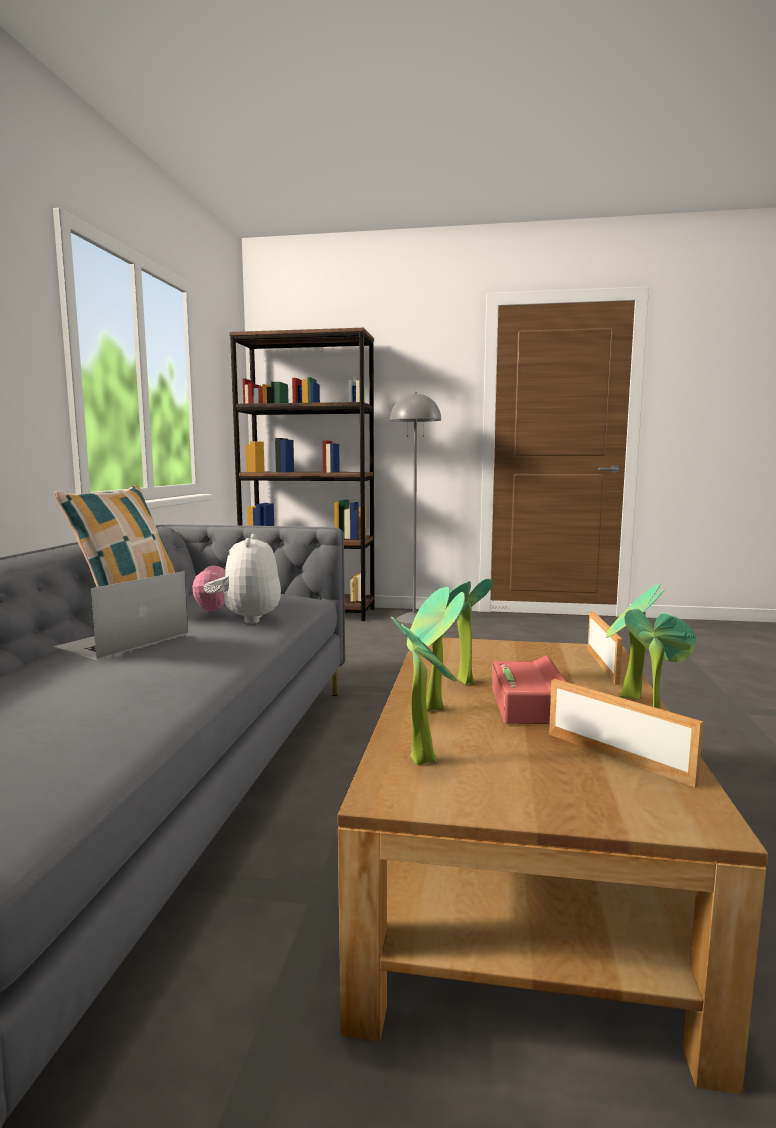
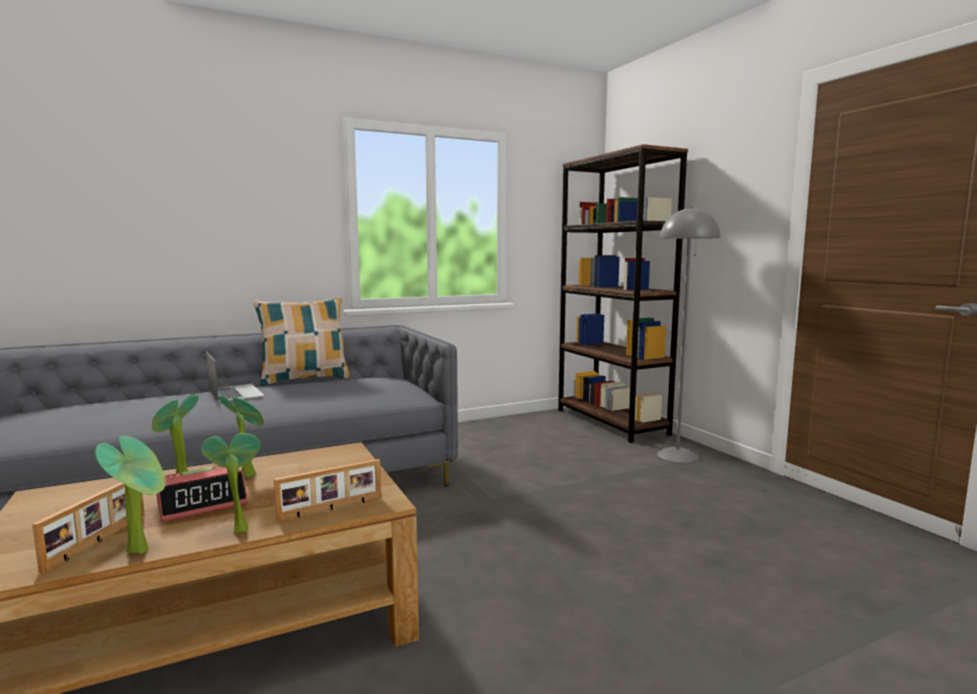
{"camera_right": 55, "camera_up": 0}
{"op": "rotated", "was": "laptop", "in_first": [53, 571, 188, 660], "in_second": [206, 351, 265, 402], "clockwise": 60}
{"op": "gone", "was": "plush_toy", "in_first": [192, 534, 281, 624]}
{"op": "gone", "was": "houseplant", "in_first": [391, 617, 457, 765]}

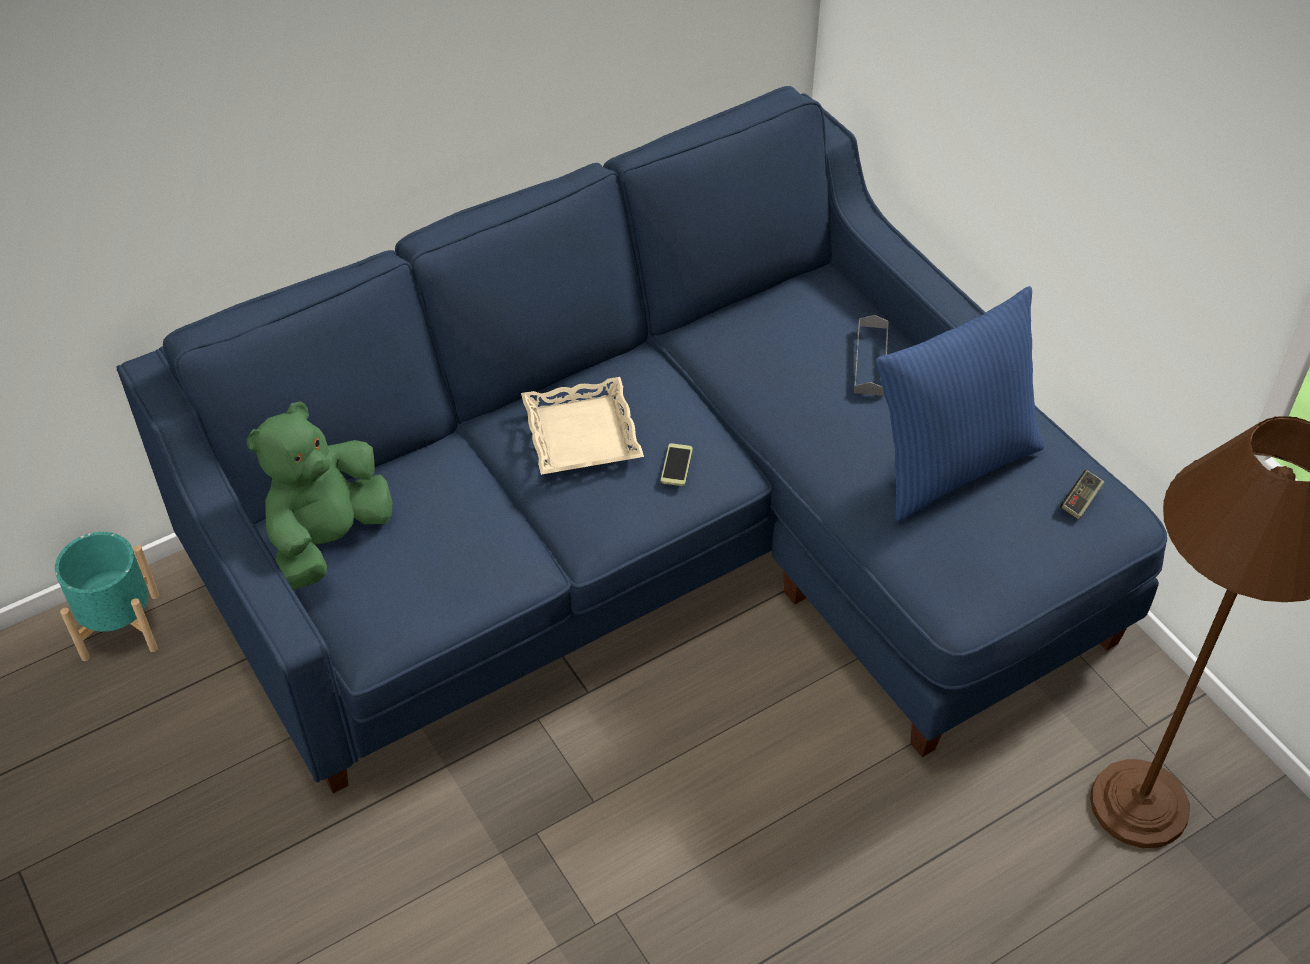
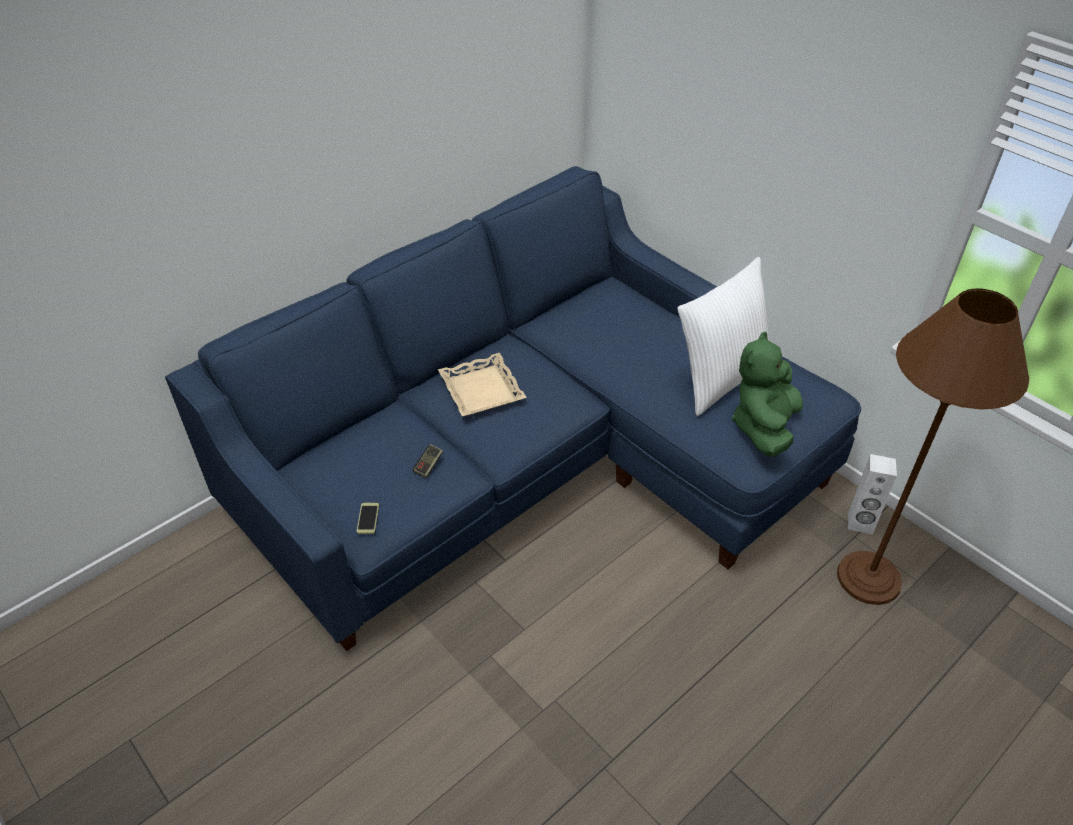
{"camera_right": -10, "camera_up": -5}
{"op": "shifted", "was": "handset", "in_first": [661, 443, 693, 486], "in_second": [357, 503, 379, 534]}
{"op": "shifted", "was": "joypad", "in_first": [1060, 470, 1104, 519], "in_second": [413, 444, 443, 478]}
{"op": "repainted", "was": "blue-coloured_throw_pillow", "now": "whitish_throw_pillow", "in_first": [876, 286, 1044, 522], "in_second": [677, 257, 769, 416]}
{"op": "shifted", "was": "green_plush_toy", "in_first": [246, 402, 392, 590], "in_second": [732, 331, 803, 457]}
{"op": "new", "now": "whitish_audio_speaker", "in_second": [848, 454, 897, 534]}
{"op": "gone", "was": "turquoise-coloured_planter", "in_first": [55, 532, 159, 661]}
{"op": "gone", "was": "grey_tray", "in_first": [854, 315, 889, 396]}

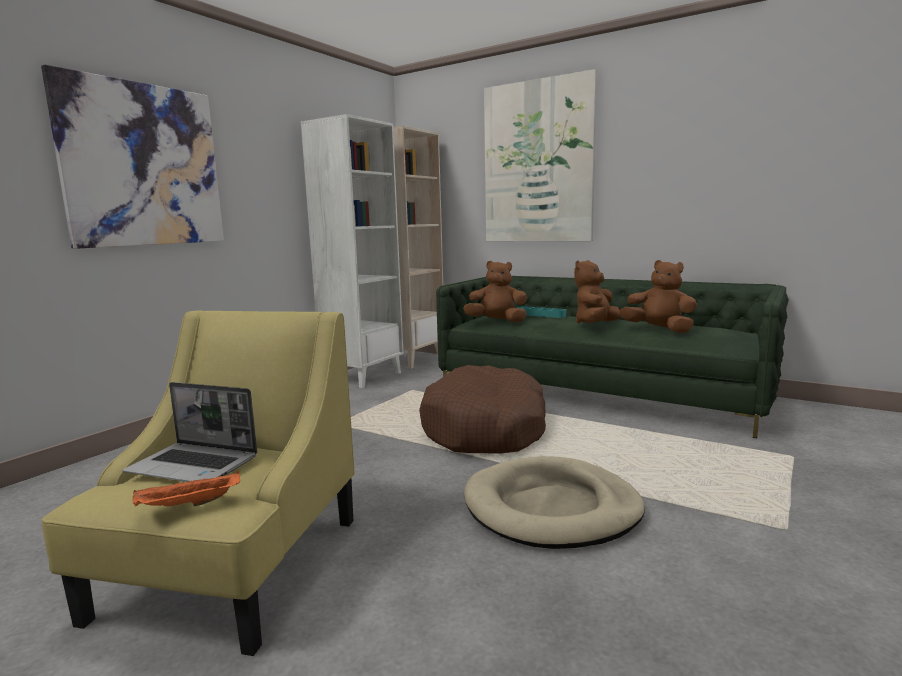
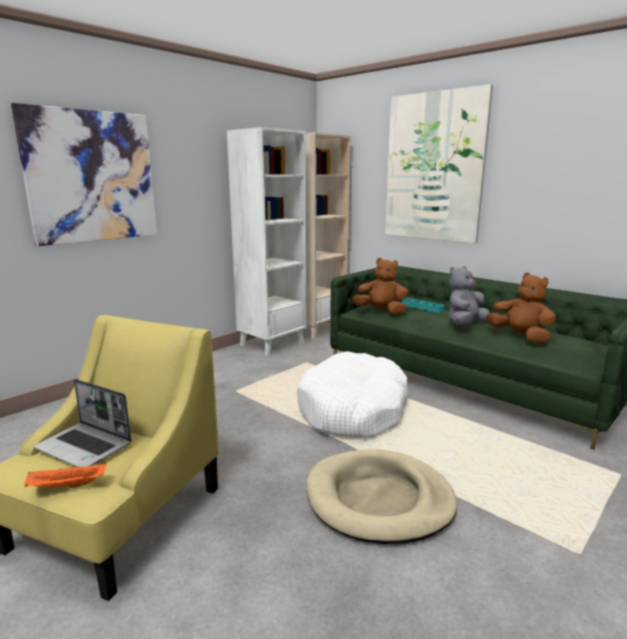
{"camera_right": 10, "camera_up": 5}
{"op": "repainted", "was": "brown_dog_bed", "now": "whitish_dog_bed", "in_first": [419, 365, 546, 453], "in_second": [297, 351, 409, 438]}
{"op": "repainted", "was": "brown_plush_toy", "now": "grey_plush_toy", "in_first": [574, 260, 621, 323], "in_second": [448, 266, 489, 325]}

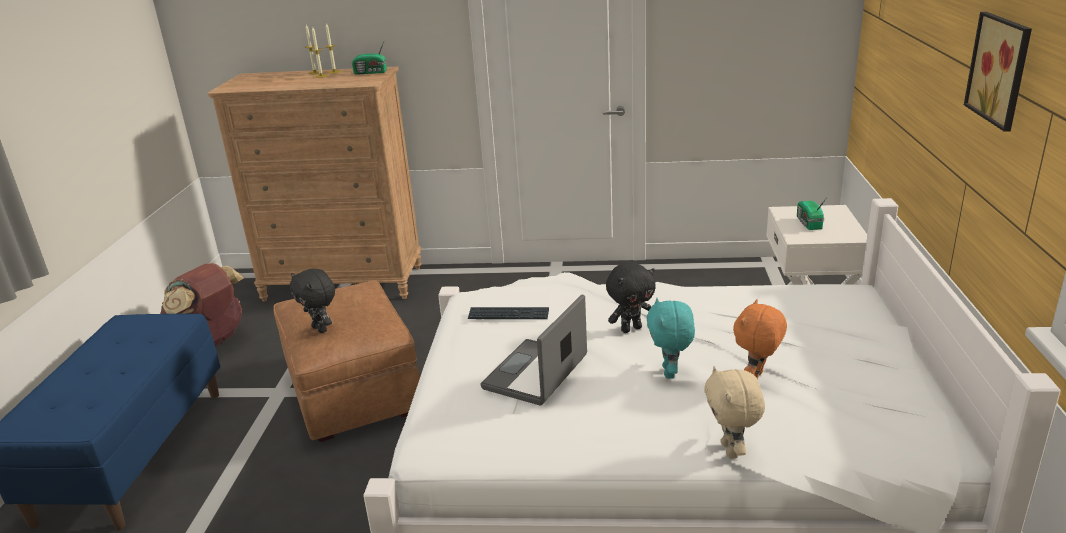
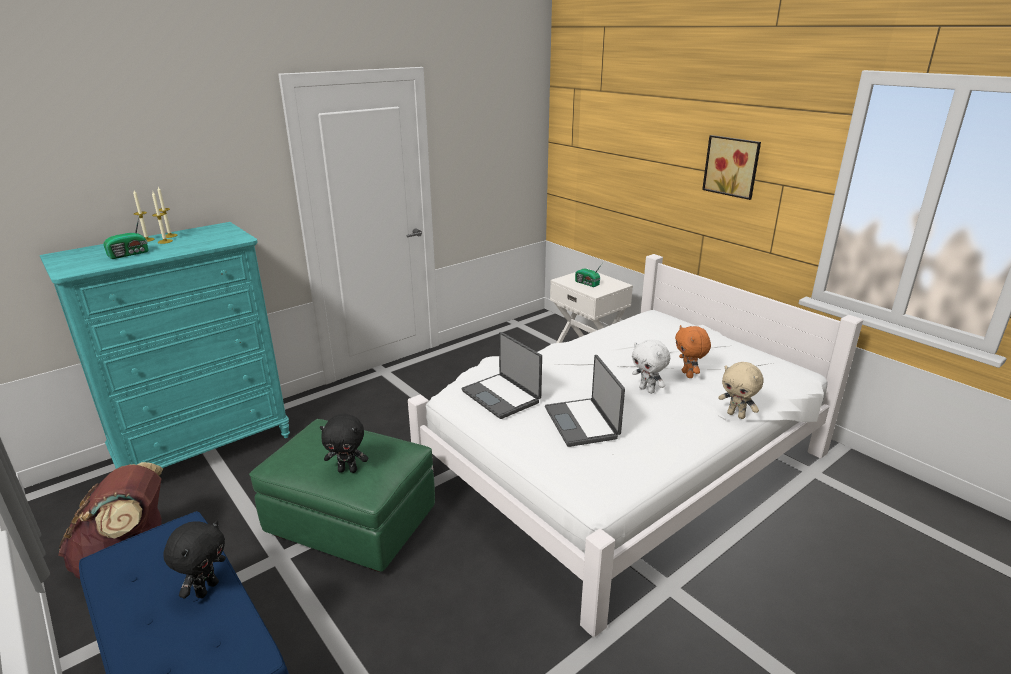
{"camera_right": -45, "camera_up": 0}
{"op": "repainted", "was": "brown_dresser", "now": "turquoise-coloured_dresser", "in_first": [208, 67, 422, 302], "in_second": [40, 222, 290, 469]}
{"op": "shifted", "was": "radio", "in_first": [352, 39, 387, 75], "in_second": [103, 217, 149, 259]}
{"op": "shifted", "was": "black_plush_toy", "in_first": [606, 262, 656, 333], "in_second": [163, 521, 226, 598]}
{"op": "repainted", "was": "brown_ottoman", "now": "green_ottoman", "in_first": [273, 280, 420, 442], "in_second": [249, 419, 435, 572]}
{"op": "swapped", "was": "keyboard", "now": "laptop", "in_first": [468, 307, 549, 319], "in_second": [462, 332, 542, 419]}
{"op": "repainted", "was": "turquoise-coloured_plush_toy", "now": "whitish_plush_toy", "in_first": [647, 298, 695, 379], "in_second": [632, 339, 670, 394]}

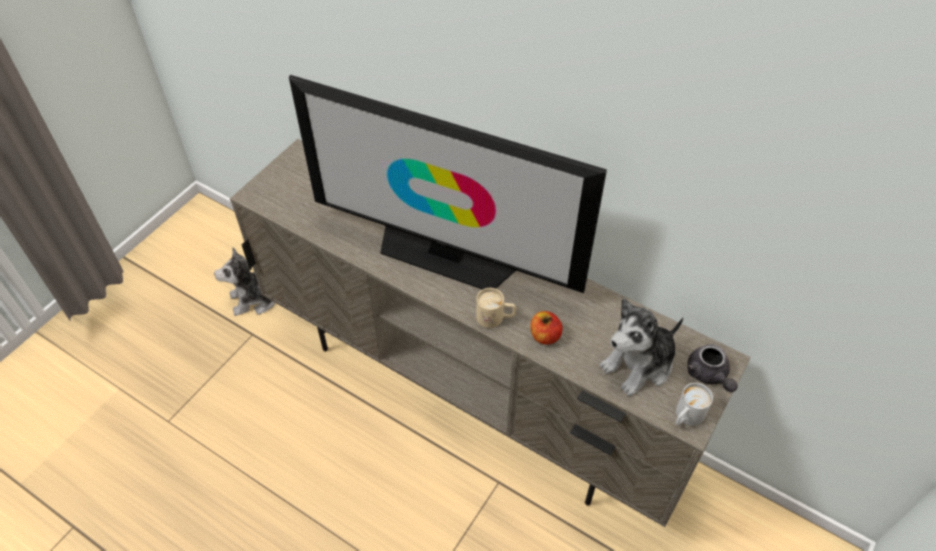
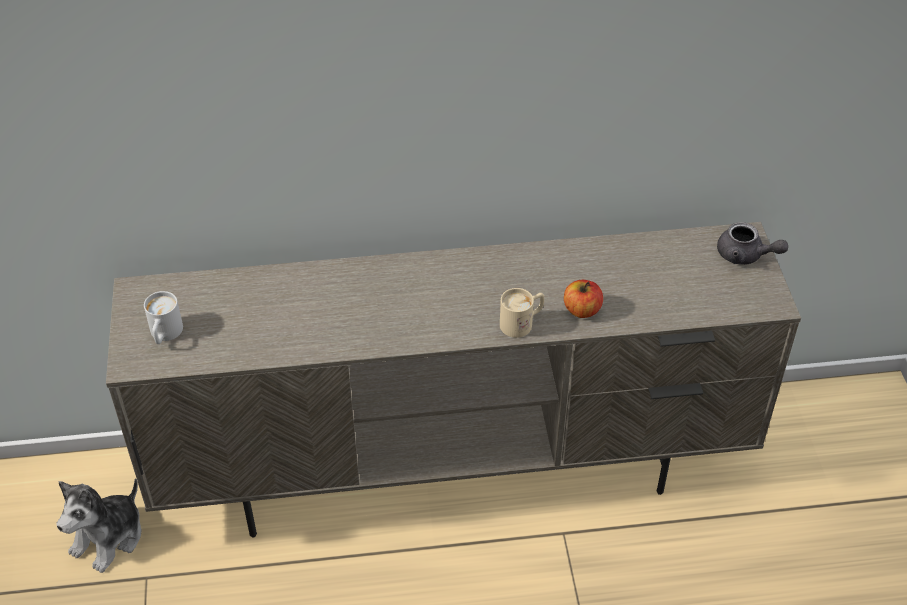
{"camera_right": -40, "camera_up": -5}
{"op": "shifted", "was": "whitish_mug", "in_first": [676, 383, 713, 426], "in_second": [144, 291, 183, 344]}
{"op": "gone", "was": "TV_set", "in_first": [289, 75, 607, 293]}
{"op": "gone", "was": "plush_toy", "in_first": [600, 298, 684, 396]}

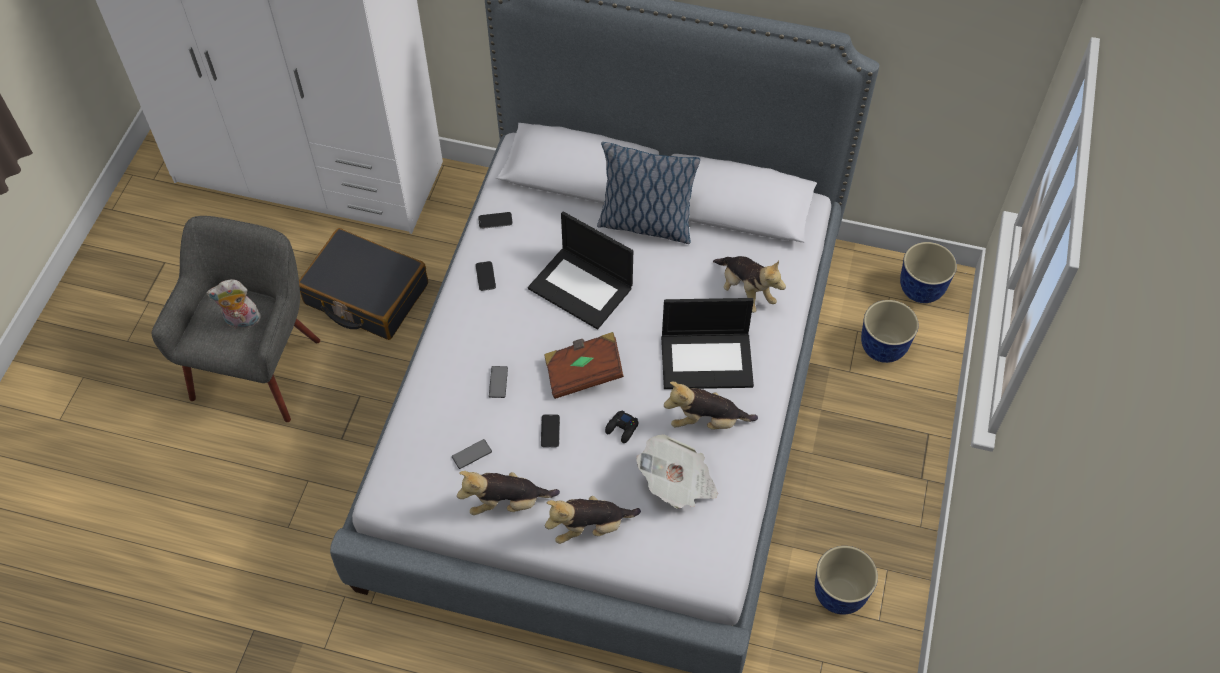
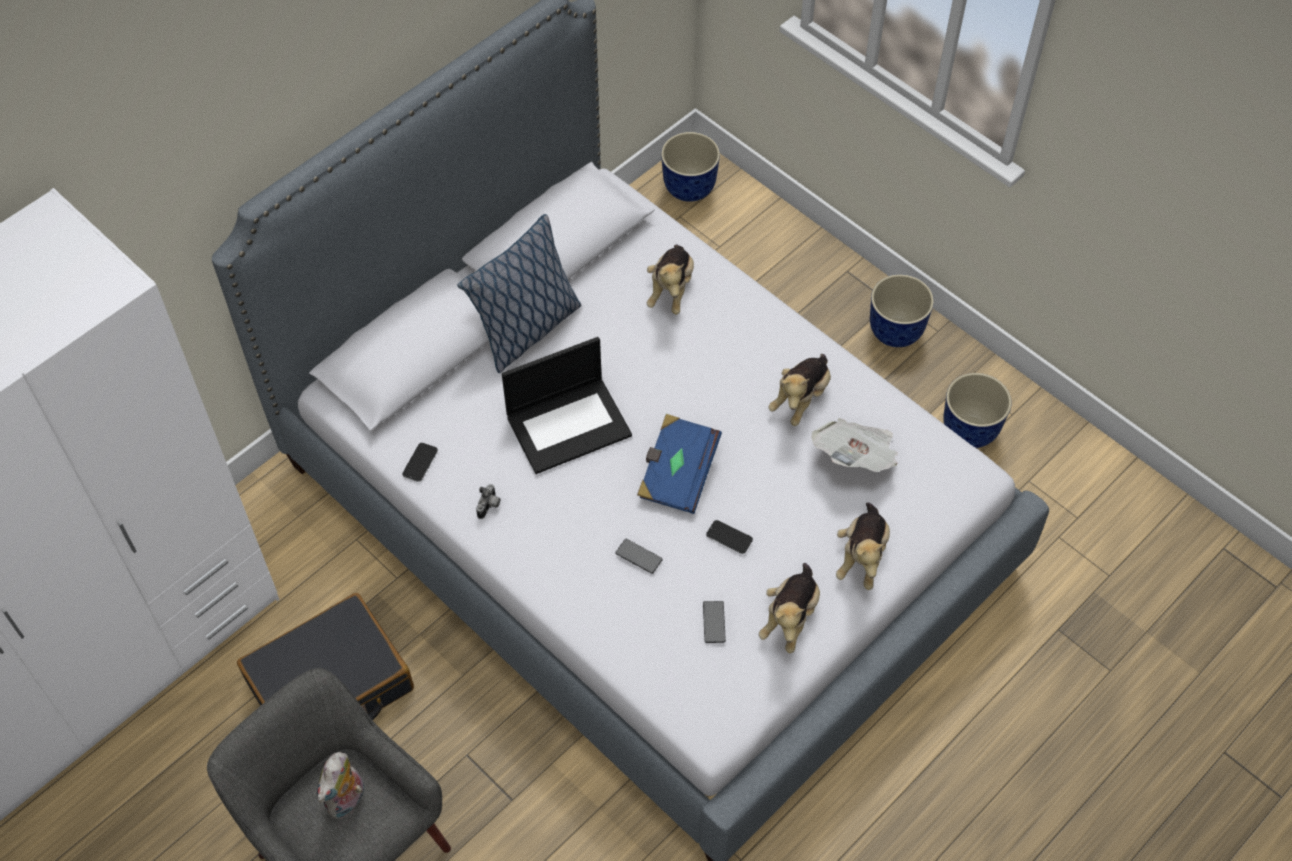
{"camera_right": -60, "camera_up": 0}
{"op": "swapped", "was": "handset", "now": "still_camera", "in_first": [475, 261, 496, 291], "in_second": [476, 484, 501, 519]}
{"op": "repainted", "was": "brown_book", "now": "blue-coloured_book", "in_first": [544, 332, 624, 399], "in_second": [637, 414, 722, 514]}
{"op": "rotated", "was": "plush_toy", "in_first": [713, 256, 786, 313], "in_second": [647, 244, 694, 315], "clockwise": 105}
{"op": "shifted", "was": "planter", "in_first": [861, 300, 919, 363], "in_second": [870, 274, 934, 347]}
{"op": "gone", "was": "black_joypad", "in_first": [605, 410, 639, 443]}
{"op": "gone", "was": "laptop", "in_first": [661, 298, 754, 389]}

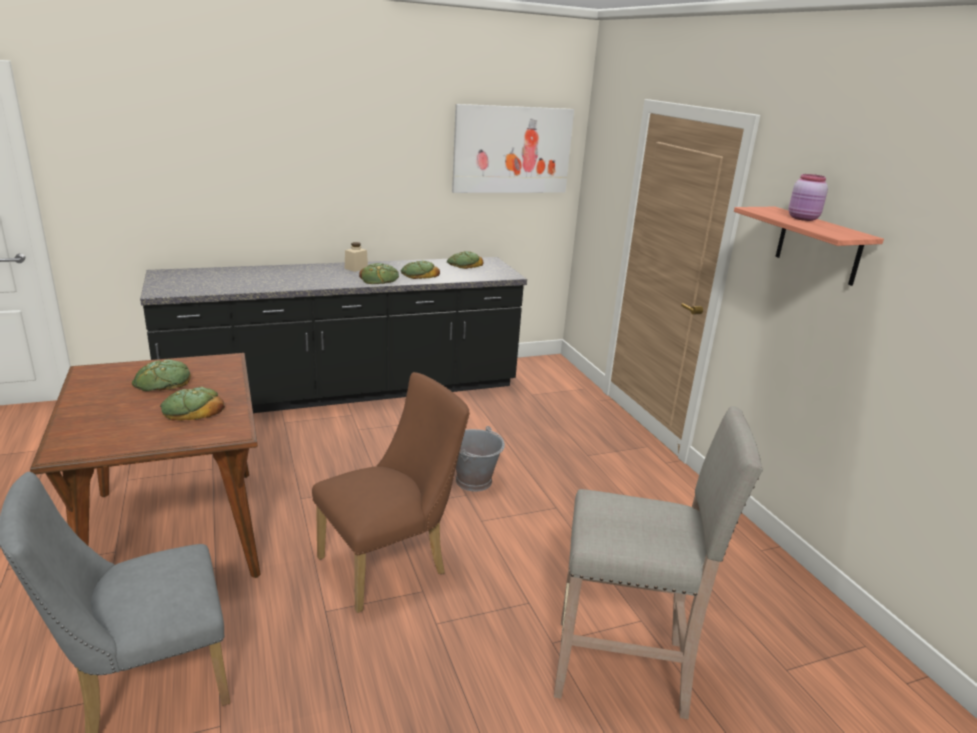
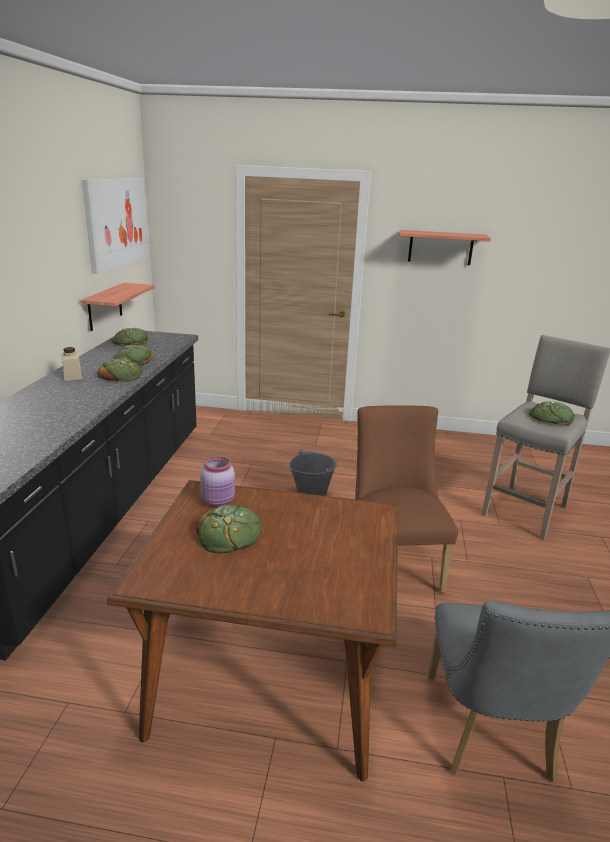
{"camera_right": -60, "camera_up": 0}
{"op": "new", "now": "wall_shelf", "in_second": [80, 283, 155, 331]}
{"op": "shifted", "was": "pink-coloured_preserve_jar", "in_first": [789, 174, 828, 221], "in_second": [200, 457, 235, 507]}
{"op": "shifted", "was": "bakery_bread", "in_first": [160, 387, 225, 421], "in_second": [529, 401, 575, 425]}

